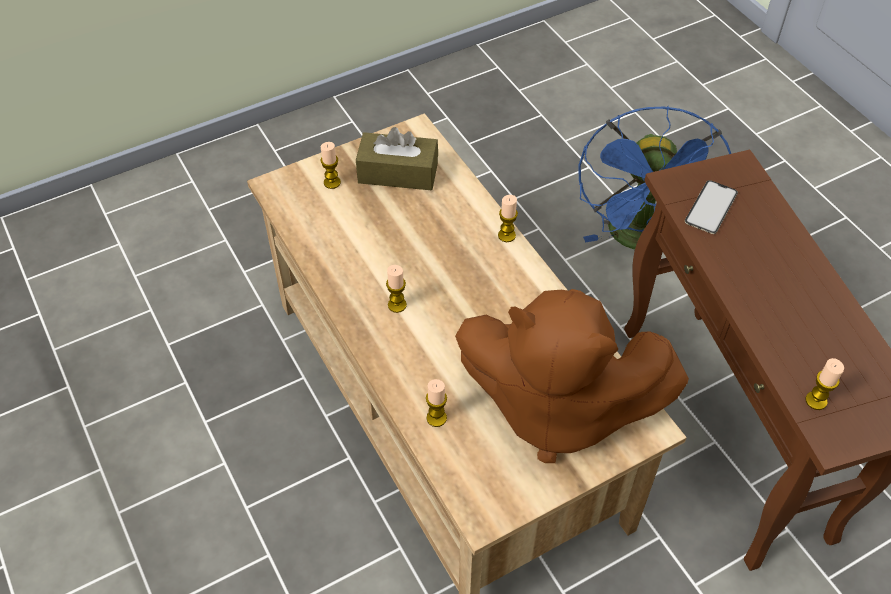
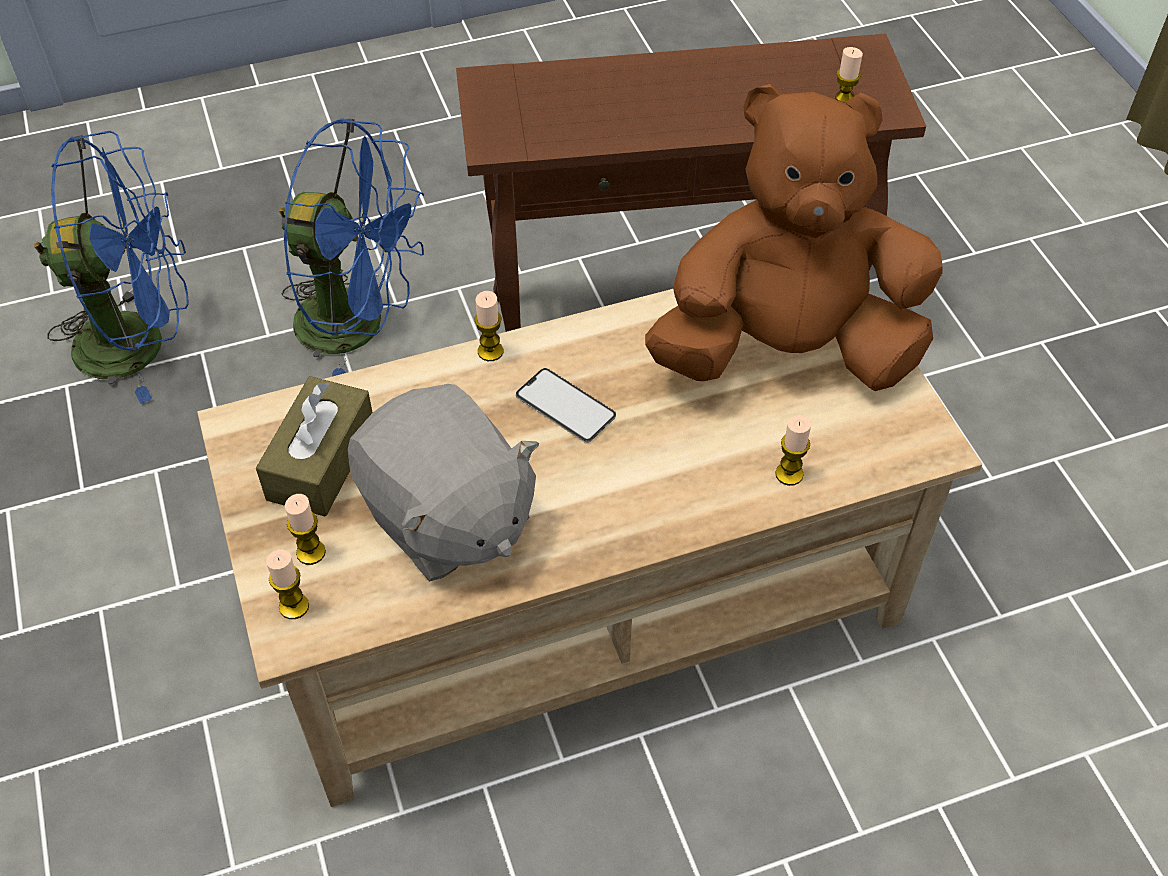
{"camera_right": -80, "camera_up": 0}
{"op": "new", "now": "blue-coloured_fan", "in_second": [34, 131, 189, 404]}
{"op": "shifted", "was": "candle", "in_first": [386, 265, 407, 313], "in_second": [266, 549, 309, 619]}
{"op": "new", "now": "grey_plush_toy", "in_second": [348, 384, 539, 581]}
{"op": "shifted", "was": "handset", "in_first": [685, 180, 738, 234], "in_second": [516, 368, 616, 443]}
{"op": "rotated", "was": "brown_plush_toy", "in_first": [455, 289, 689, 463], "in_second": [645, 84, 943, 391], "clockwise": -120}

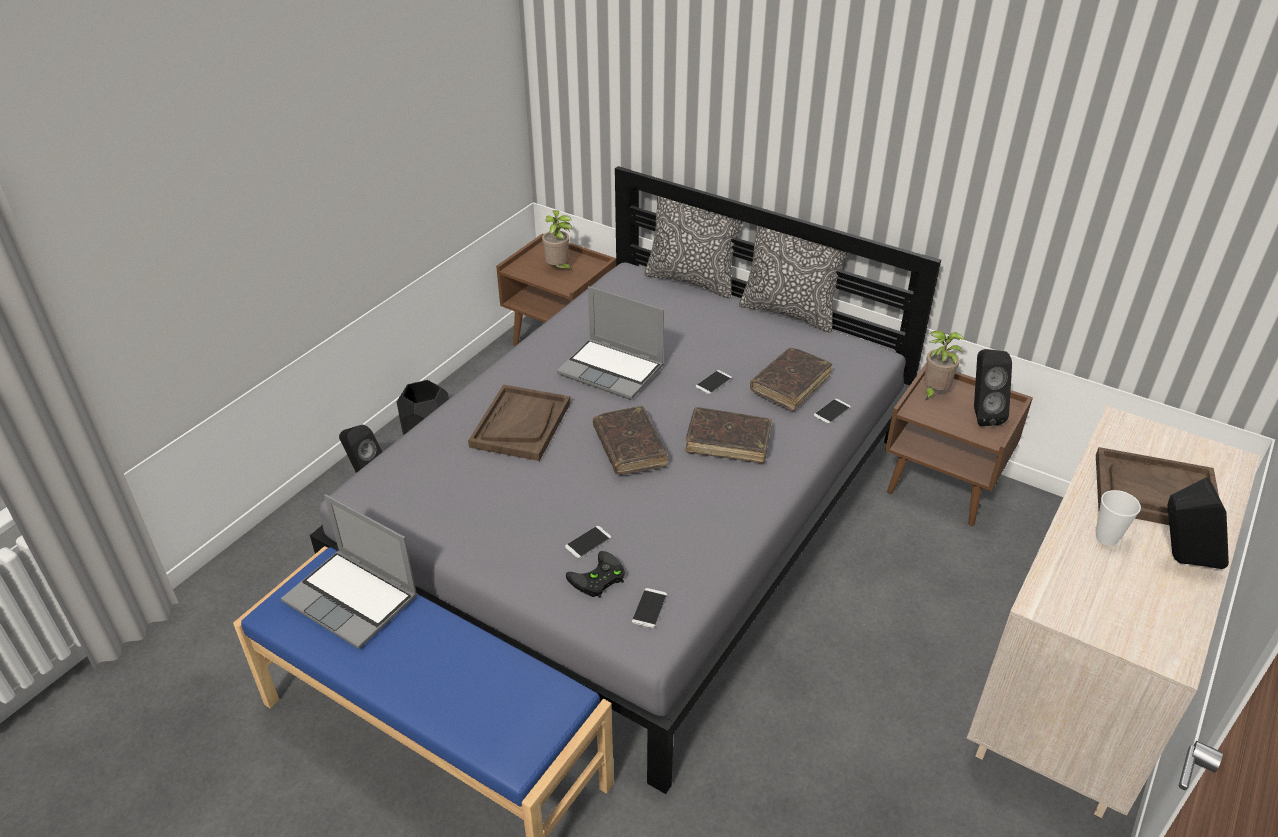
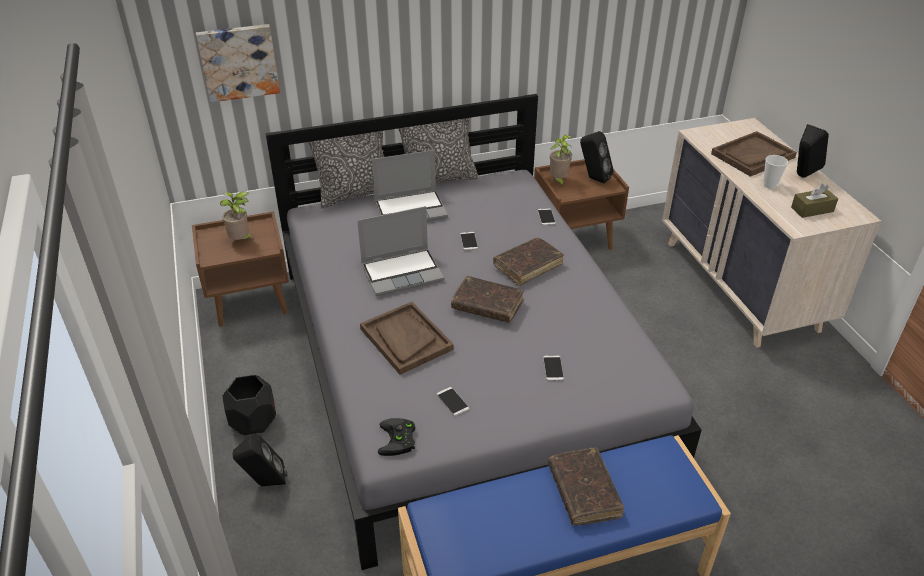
{"camera_right": -50, "camera_up": 0}
{"op": "new", "now": "wall_art", "in_second": [196, 24, 280, 102]}
{"op": "shifted", "was": "laptop", "in_first": [281, 494, 418, 649], "in_second": [372, 150, 448, 221]}
{"op": "shifted", "was": "black_joypad", "in_first": [566, 551, 625, 598], "in_second": [378, 418, 415, 456]}
{"op": "shifted", "was": "handset", "in_first": [632, 588, 667, 628], "in_second": [437, 387, 469, 416]}
{"op": "shifted", "was": "brown_book", "in_first": [750, 348, 832, 411], "in_second": [548, 447, 624, 525]}
{"op": "new", "now": "brown_box_of_tissues", "in_second": [791, 184, 838, 218]}

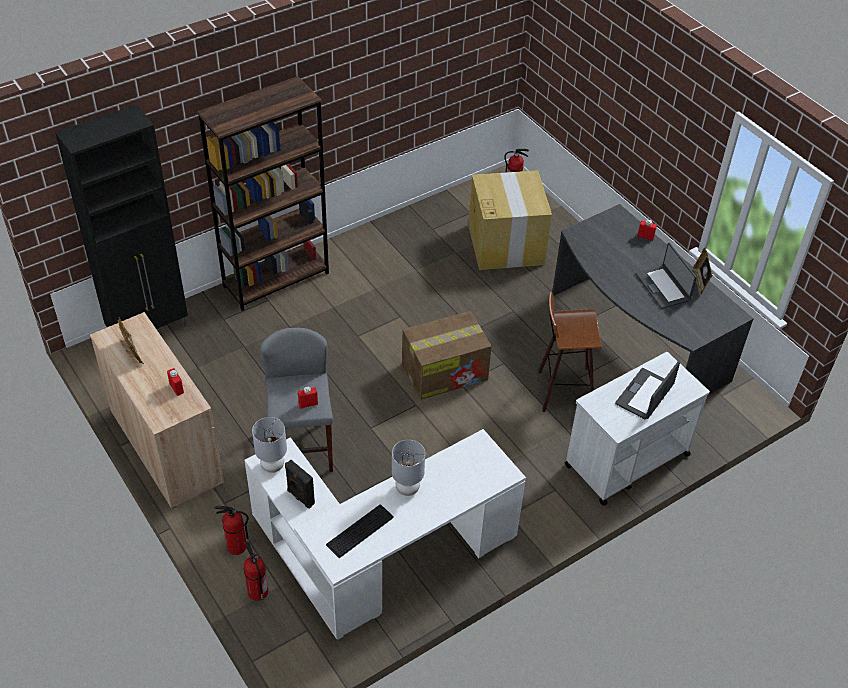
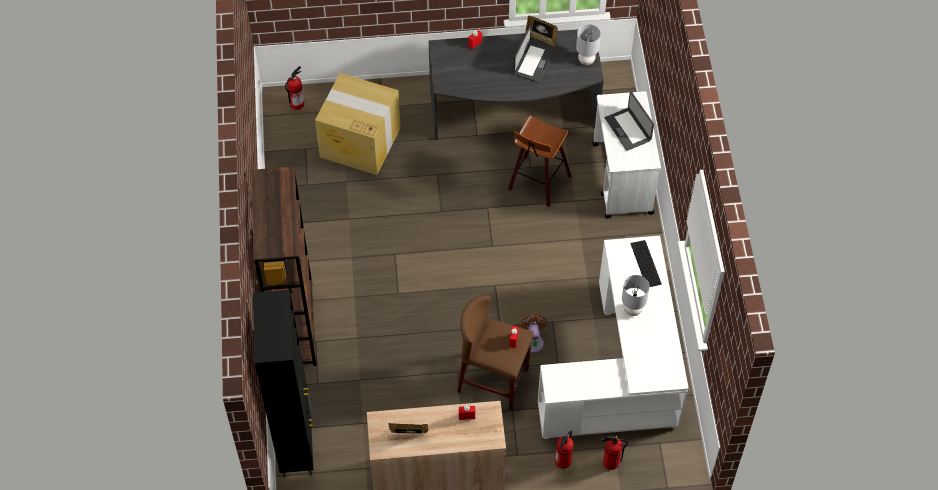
{"camera_right": -60, "camera_up": 10}
{"op": "repainted", "was": "grey_stool", "now": "brown_stool", "in_first": [260, 328, 333, 472], "in_second": [458, 295, 534, 410]}
{"op": "rotated", "was": "laptop", "in_first": [636, 243, 697, 309], "in_second": [513, 25, 554, 83], "clockwise": -75}
{"op": "new", "now": "brown_fan", "in_second": [519, 314, 547, 353]}
{"op": "shifted", "was": "grey_tabletop_lamp", "in_first": [252, 417, 287, 473], "in_second": [576, 24, 601, 65]}
{"op": "shifted", "was": "keyboard", "in_first": [326, 504, 394, 558], "in_second": [631, 240, 662, 287]}
{"op": "gone", "was": "black_audio_speaker", "in_first": [285, 460, 315, 509]}
{"op": "gone", "was": "cardboard_box", "in_first": [402, 311, 492, 400]}

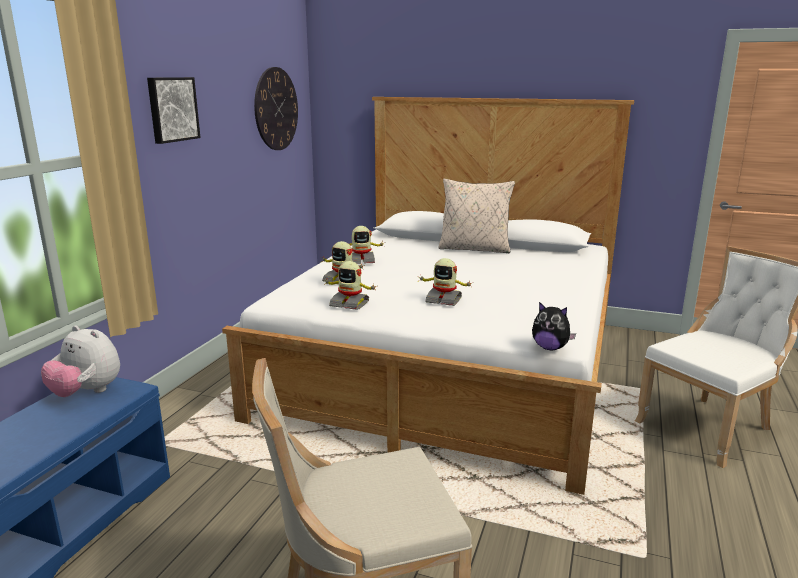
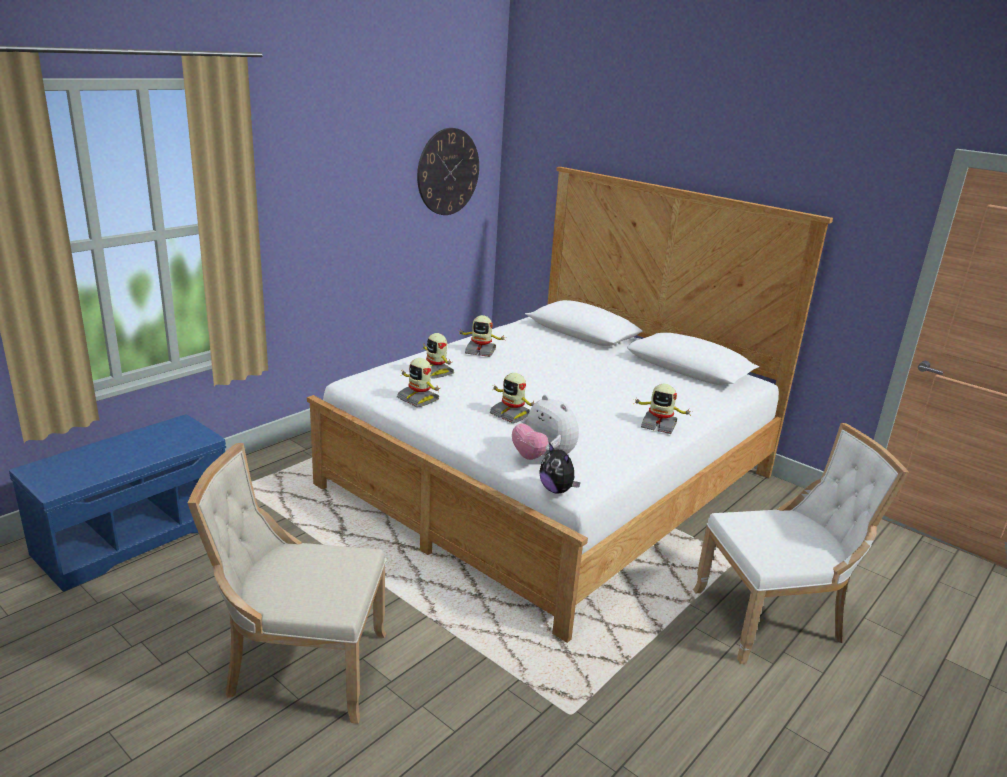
{"camera_right": 20, "camera_up": 5}
{"op": "shifted", "was": "plush_toy", "in_first": [41, 326, 120, 397], "in_second": [512, 395, 579, 460]}
{"op": "new", "now": "toy_robot", "in_second": [633, 384, 691, 434]}
{"op": "gone", "was": "wall_art", "in_first": [147, 77, 201, 144]}
{"op": "gone", "was": "beige_throw_pillow", "in_first": [439, 179, 515, 253]}

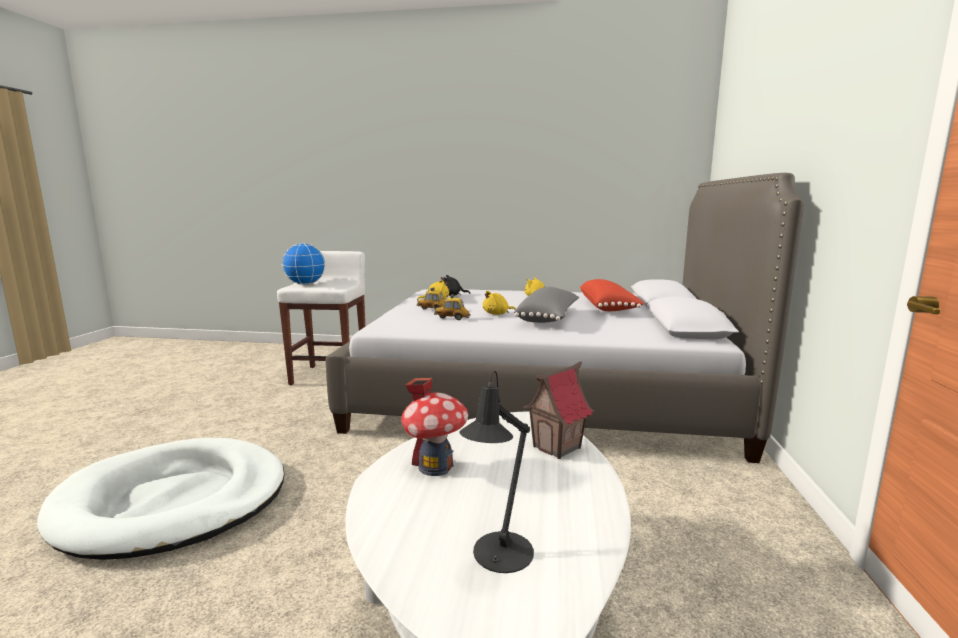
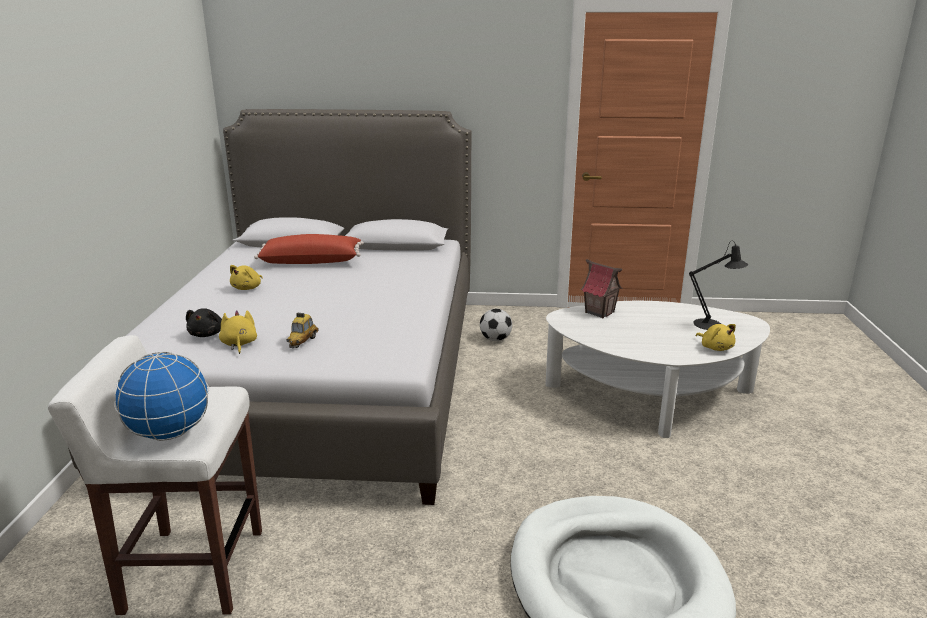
{"camera_right": -95, "camera_up": 10}
{"op": "new", "now": "football_ball", "in_second": [480, 309, 512, 341]}
{"op": "shifted", "was": "yellow_plush_toy", "in_first": [483, 291, 516, 315], "in_second": [695, 324, 736, 351]}
{"op": "gone", "was": "miniature_house", "in_first": [401, 378, 468, 476]}
{"op": "gone", "was": "model_car", "in_first": [434, 294, 470, 320]}
{"op": "gone", "was": "grey_throw_pillow", "in_first": [514, 287, 579, 323]}

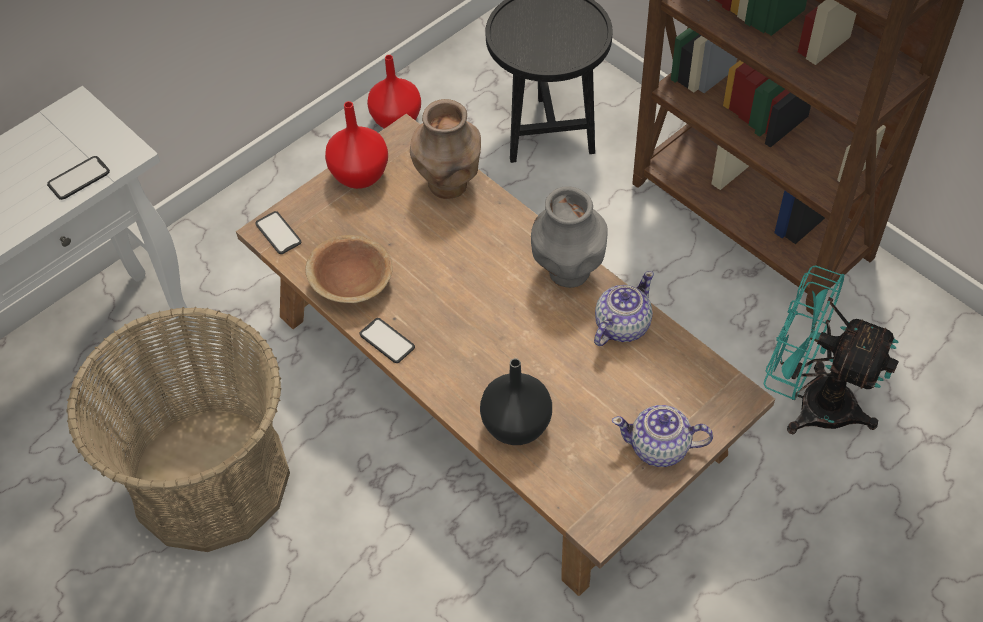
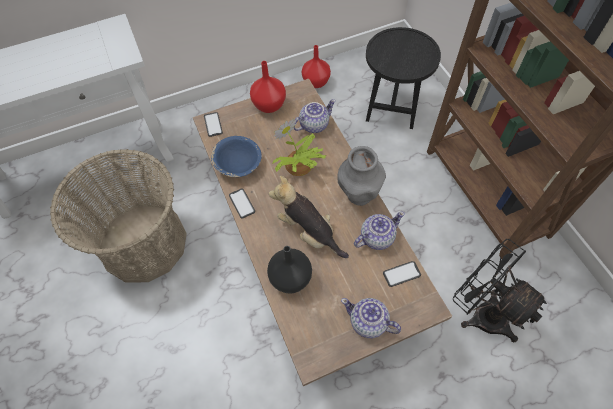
{"camera_right": 20, "camera_up": 5}
{"op": "repainted", "was": "brown_bowl", "now": "blue-coloured_bowl", "in_first": [305, 235, 393, 303], "in_second": [211, 136, 262, 177]}
{"op": "new", "now": "plush_toy", "in_second": [269, 176, 349, 258]}
{"op": "new", "now": "houseplant", "in_second": [273, 119, 327, 176]}
{"op": "swapped", "was": "brown_decorative_vase", "now": "pot_for_tea", "in_first": [410, 99, 481, 199], "in_second": [293, 99, 336, 133]}
{"op": "shifted", "was": "handset", "in_first": [47, 156, 110, 200], "in_second": [383, 261, 421, 287]}
{"op": "repainted", "was": "turquoise-coloured_fan", "now": "black_fan", "in_first": [764, 265, 899, 435], "in_second": [453, 239, 547, 342]}

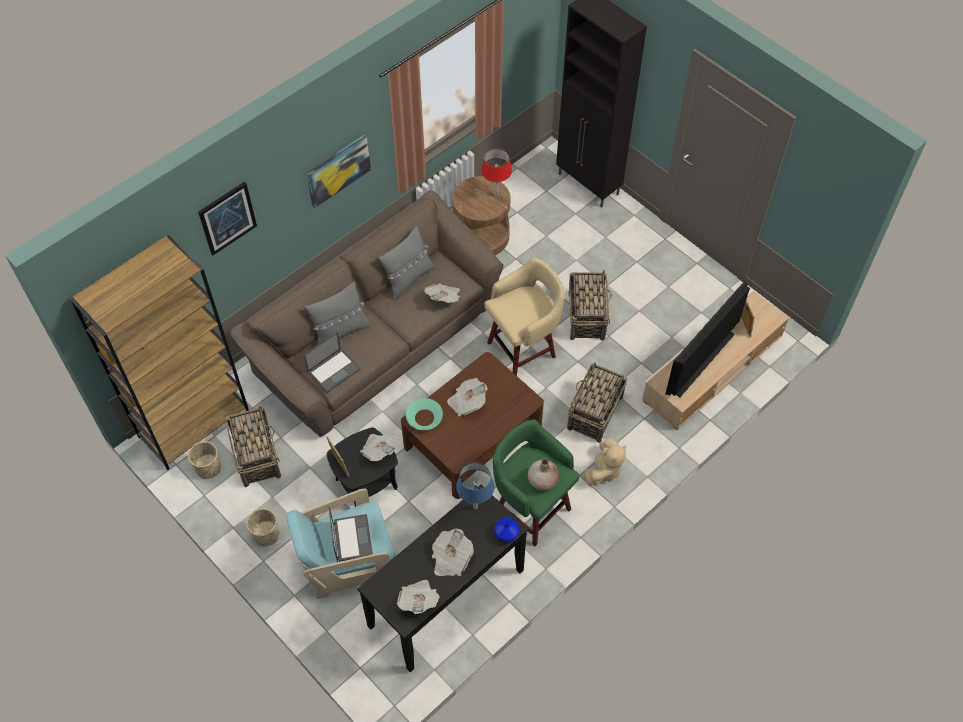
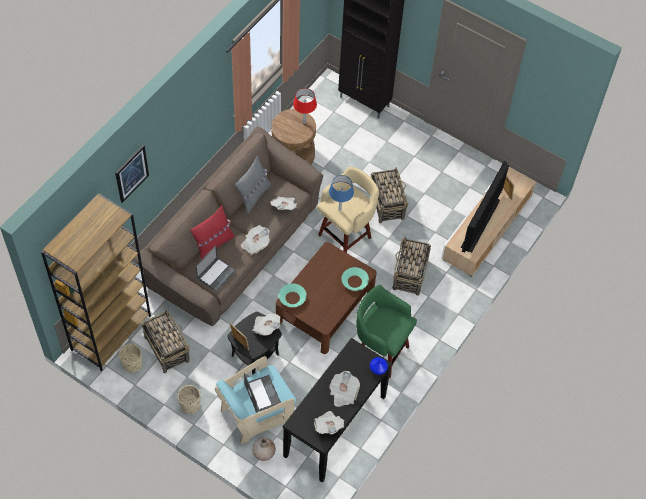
{"camera_right": -15, "camera_up": 0}
{"op": "repainted", "was": "grey_throw_pillow", "now": "red_throw_pillow", "in_first": [305, 282, 370, 344], "in_second": [190, 206, 234, 260]}
{"op": "shifted", "was": "newspaper", "in_first": [447, 378, 488, 417], "in_second": [241, 225, 270, 255]}
{"op": "shifted", "was": "beige_decorative_vase", "in_first": [528, 459, 560, 491], "in_second": [252, 438, 276, 461]}
{"op": "shifted", "was": "blue-coloured_tabletop_lamp", "in_first": [456, 463, 495, 509], "in_second": [329, 175, 354, 211]}
{"op": "new", "now": "turquoise-coloured_bowl", "in_second": [341, 267, 369, 291]}
{"op": "gone", "was": "wall_art", "in_first": [306, 135, 371, 208]}
{"op": "gone", "was": "beige_plush_toy", "in_first": [584, 438, 626, 486]}

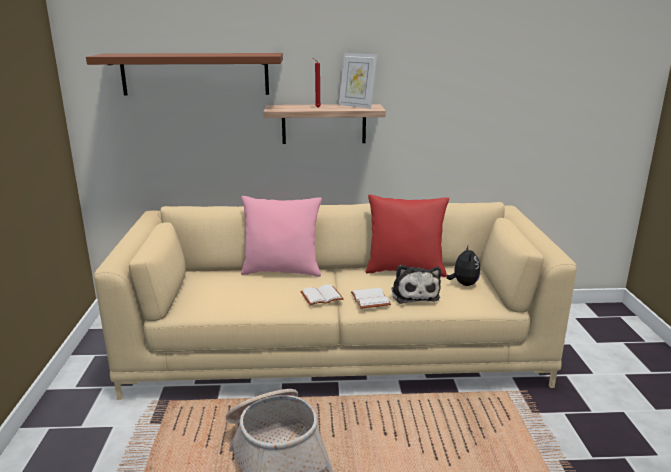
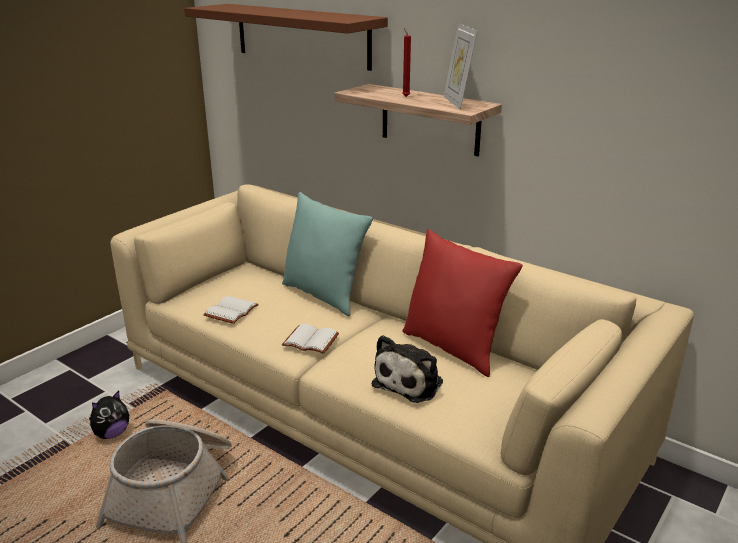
{"camera_right": 40, "camera_up": 5}
{"op": "shifted", "was": "plush_toy", "in_first": [447, 244, 480, 286], "in_second": [89, 390, 129, 439]}
{"op": "shifted", "was": "whitish_book", "in_first": [351, 288, 391, 309], "in_second": [203, 296, 259, 324]}
{"op": "repainted", "was": "pink-coloured_throw_pillow", "now": "turquoise-coloured_throw_pillow", "in_first": [241, 196, 322, 277], "in_second": [282, 192, 373, 316]}

